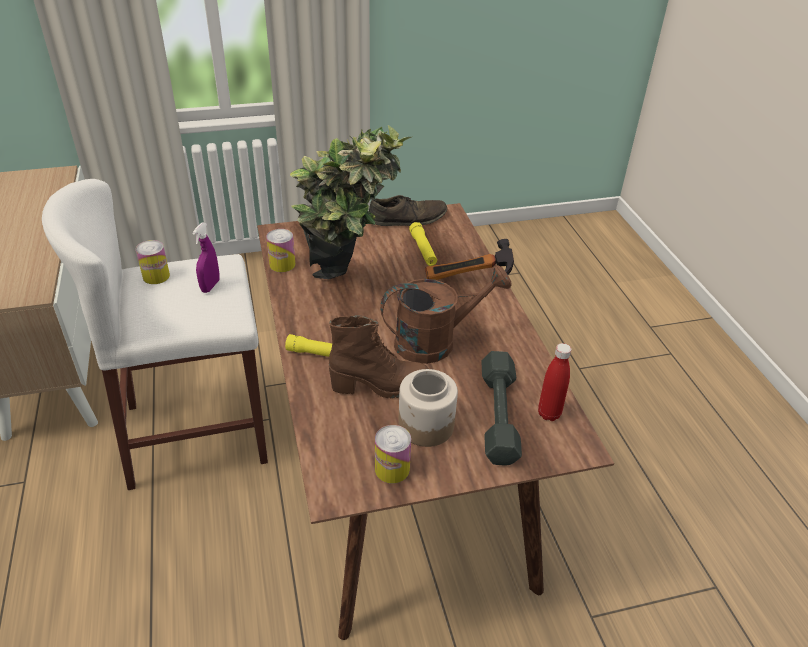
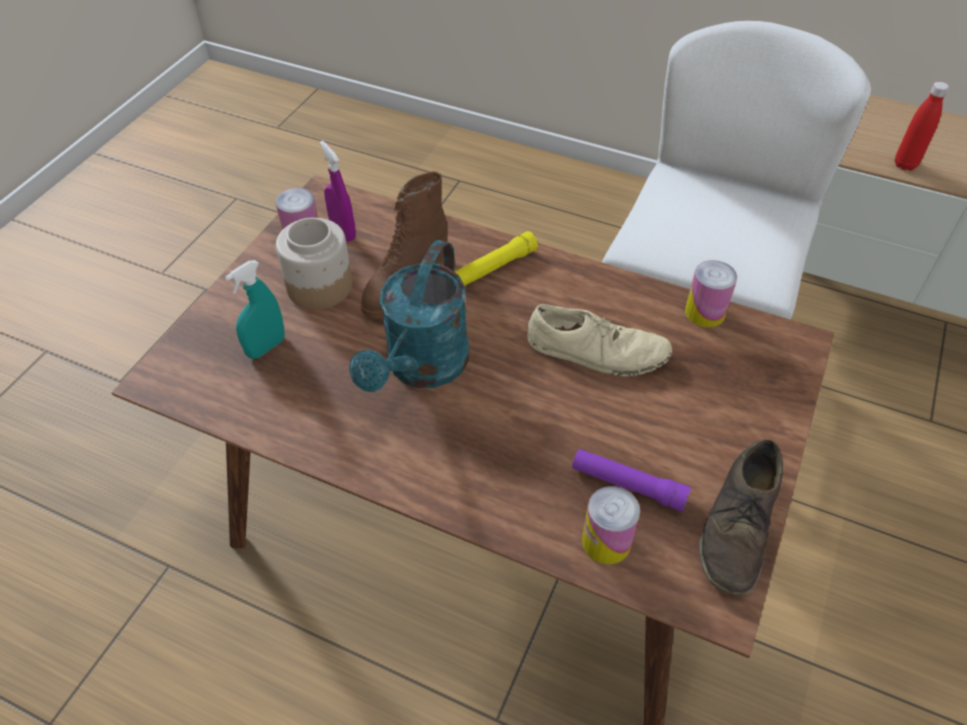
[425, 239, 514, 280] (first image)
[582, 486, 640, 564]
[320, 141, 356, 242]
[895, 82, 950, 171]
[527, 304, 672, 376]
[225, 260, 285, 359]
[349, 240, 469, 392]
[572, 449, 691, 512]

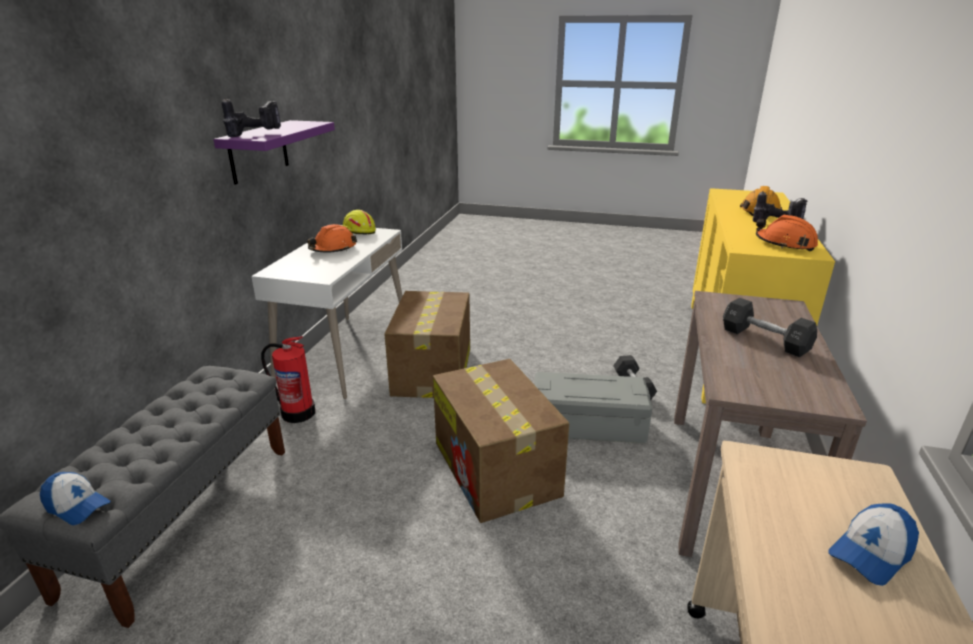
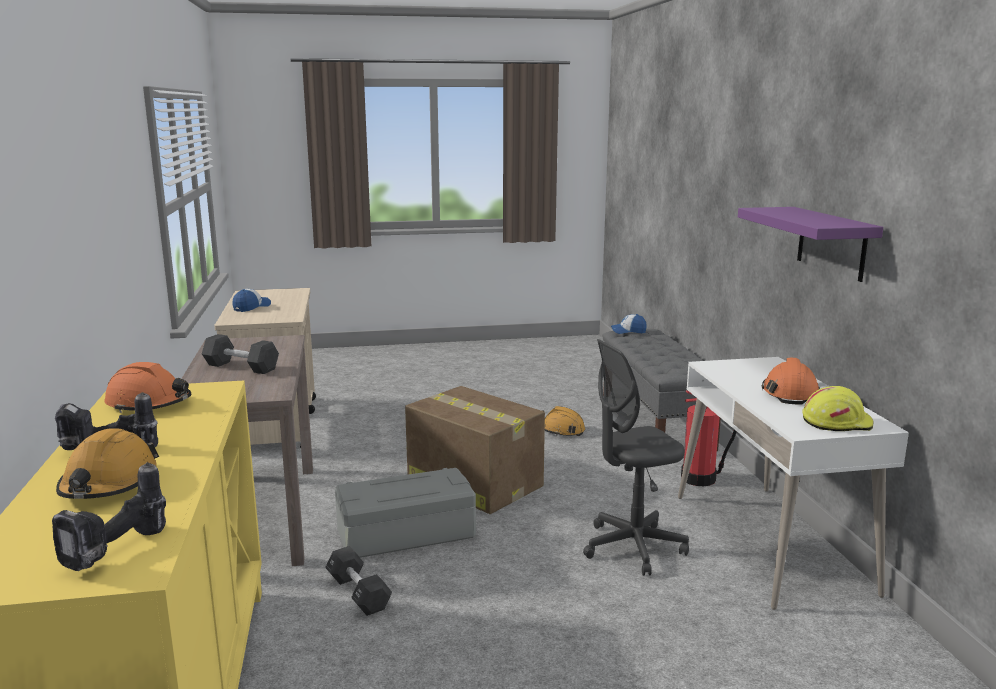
[545, 406, 585, 436]
[52, 462, 166, 571]
[583, 339, 689, 576]

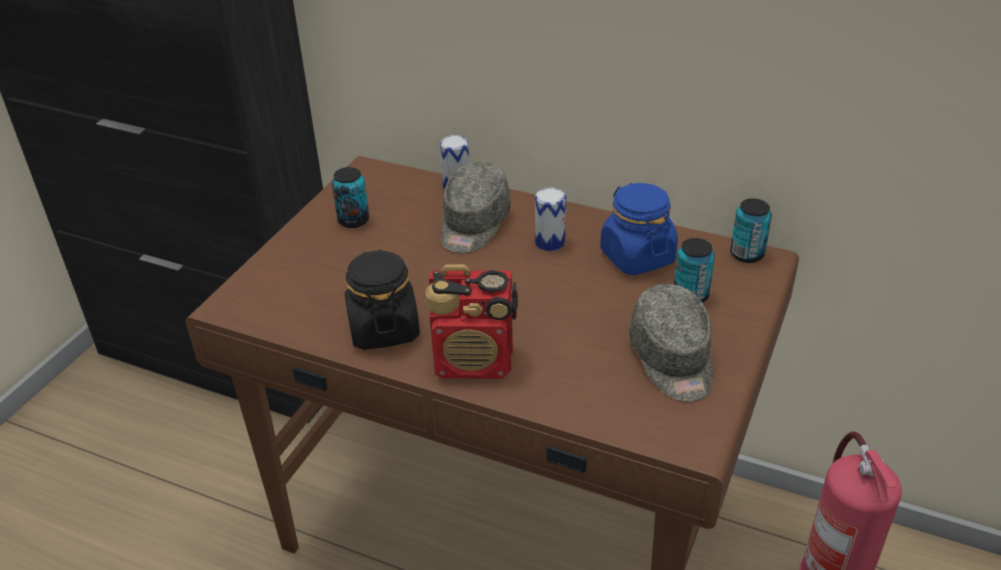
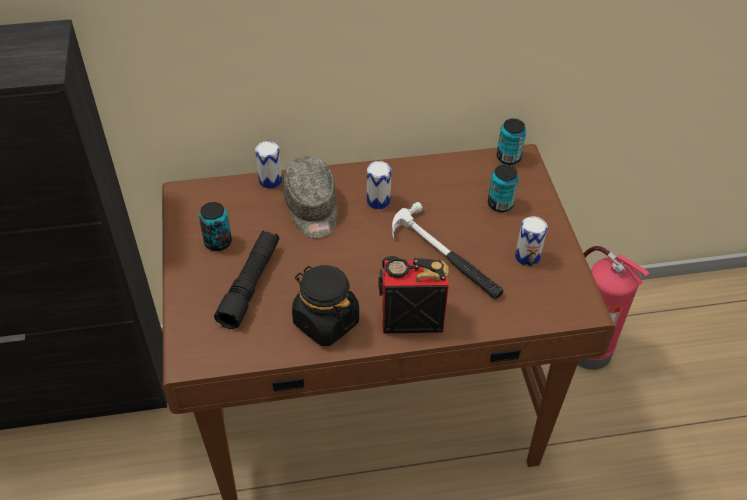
[600, 183, 678, 275] (first image)
[214, 231, 279, 329]
[392, 202, 504, 299]
[515, 216, 548, 266]
[378, 256, 449, 333]

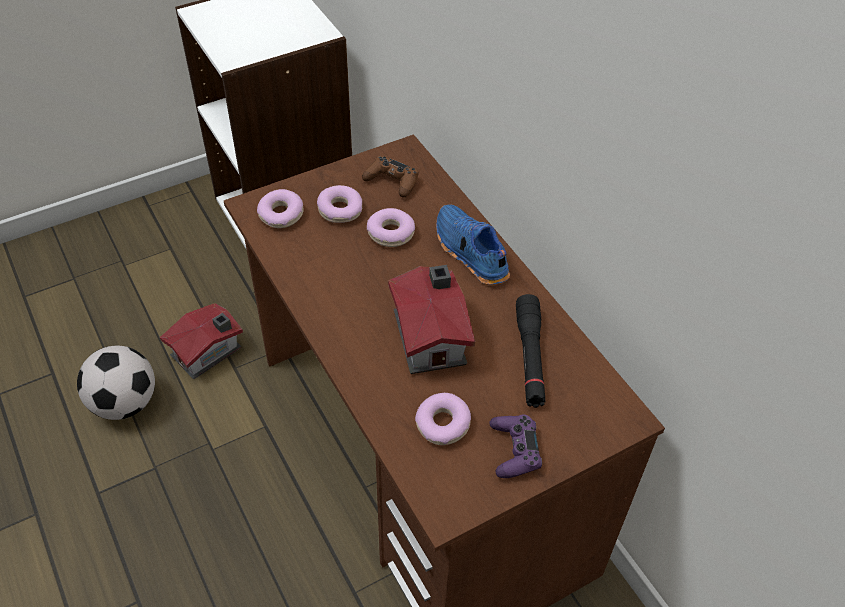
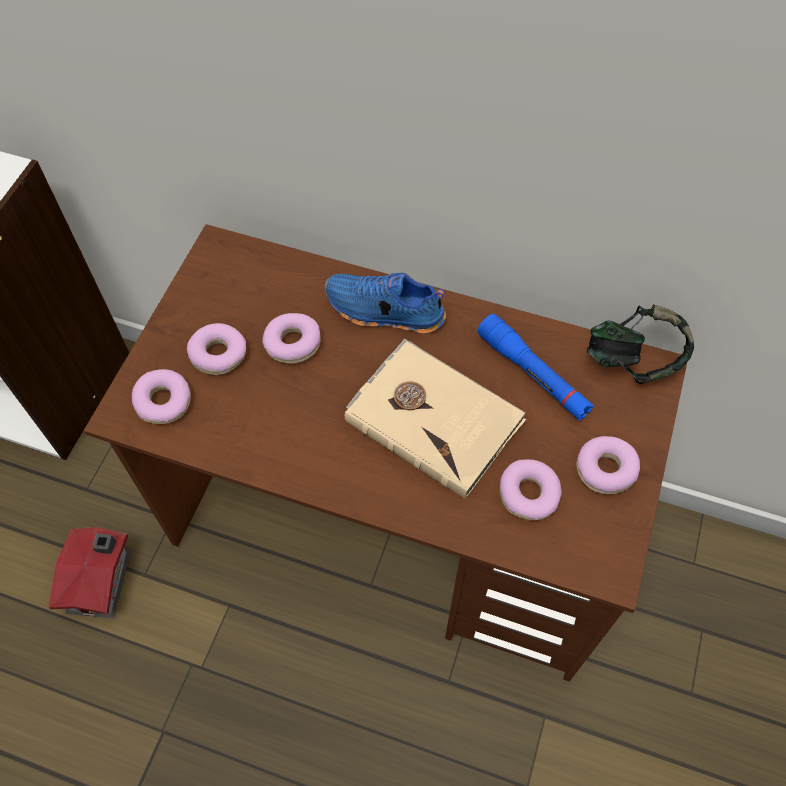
[77, 346, 155, 420] (first image)
[362, 156, 419, 198] (first image)
[587, 304, 694, 384]
[345, 338, 526, 499]
[577, 436, 640, 494]
[477, 314, 594, 421]

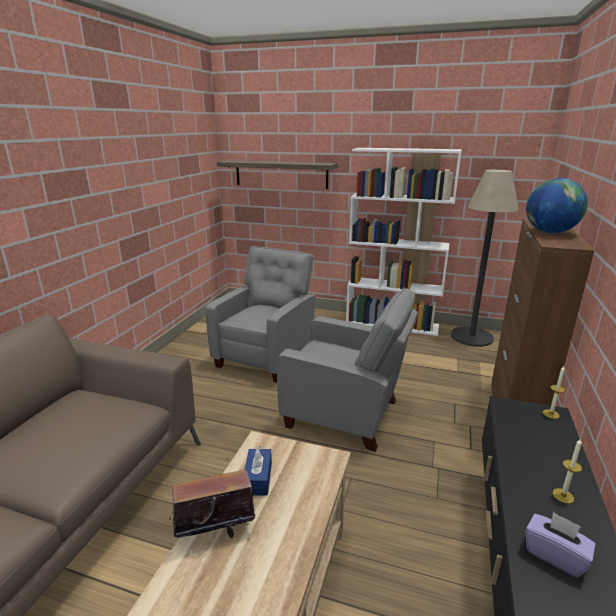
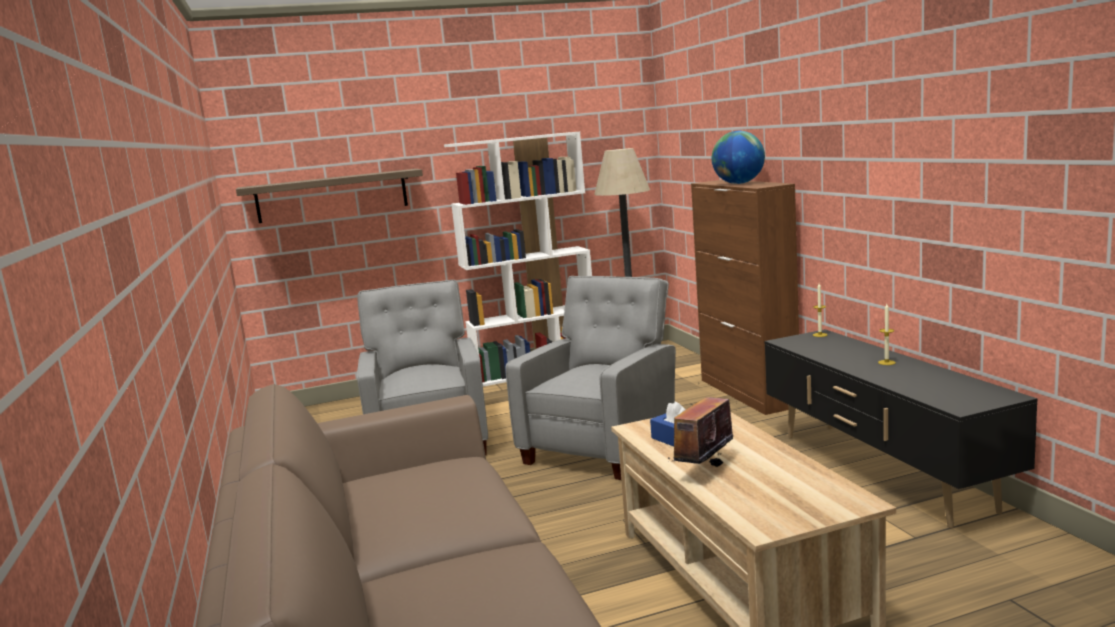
[525, 512, 596, 578] (first image)
[505, 276, 676, 480]

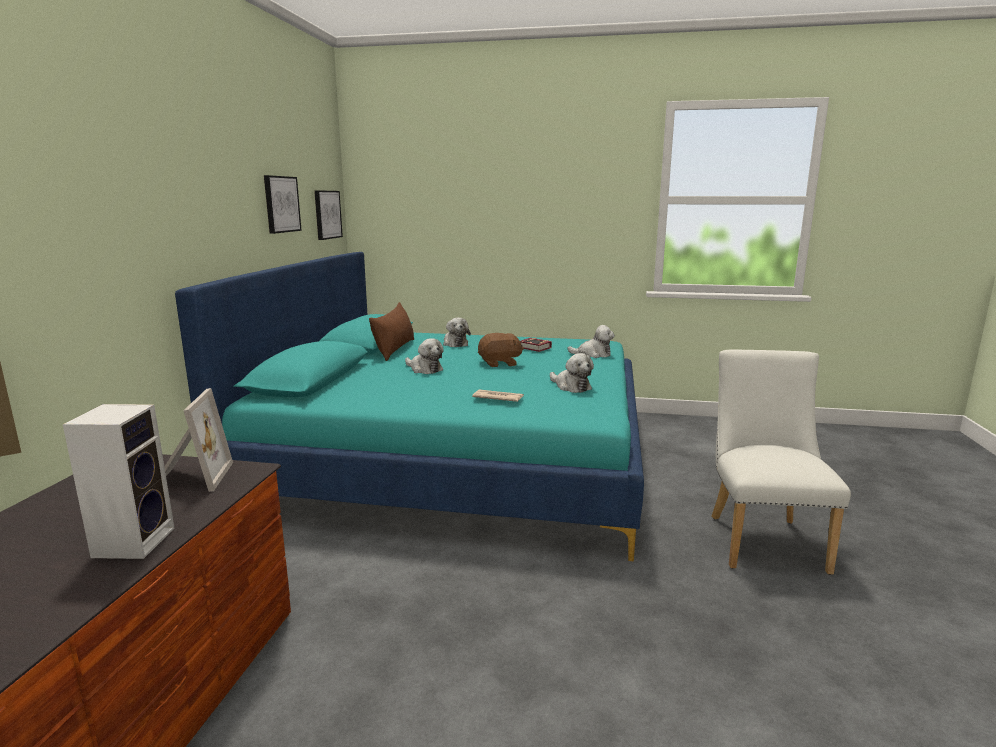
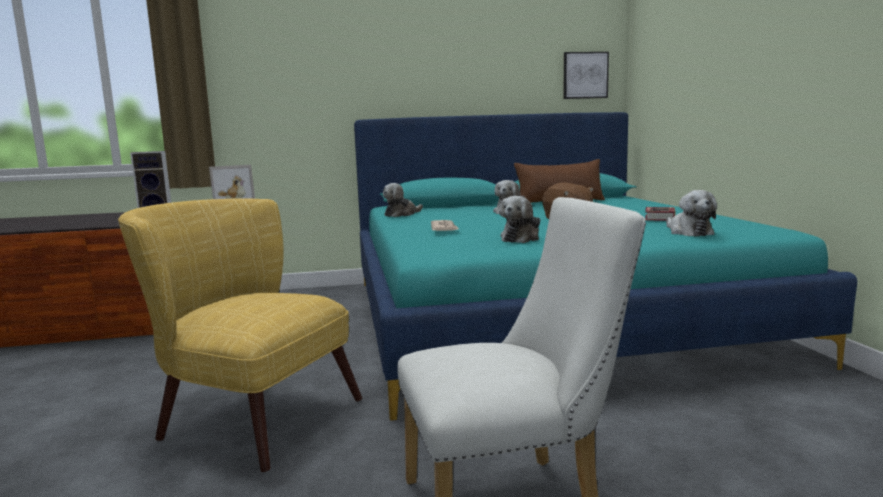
[264, 175, 302, 234] (first image)
[118, 198, 362, 472]
[383, 183, 423, 217]

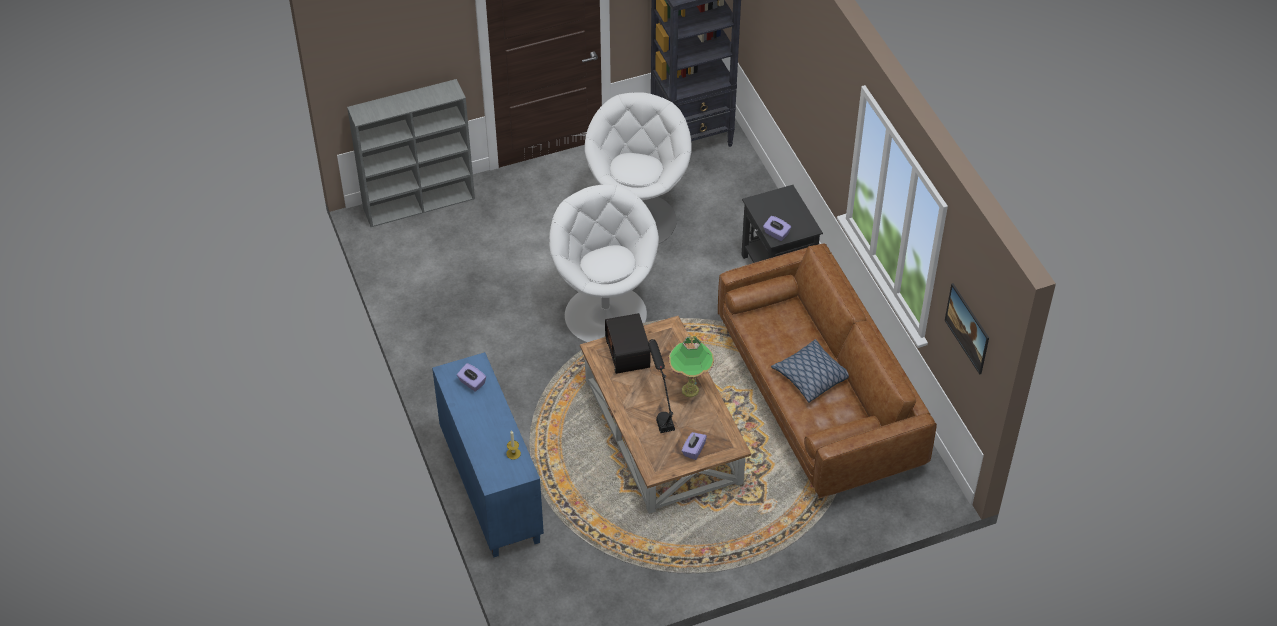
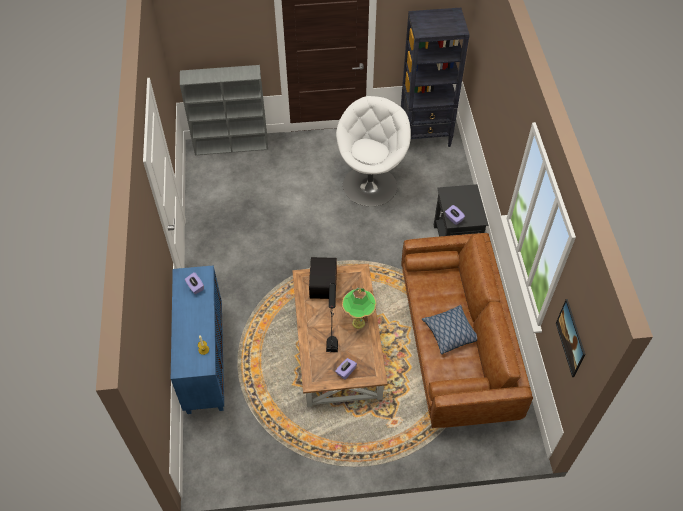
[549, 184, 659, 342] (first image)

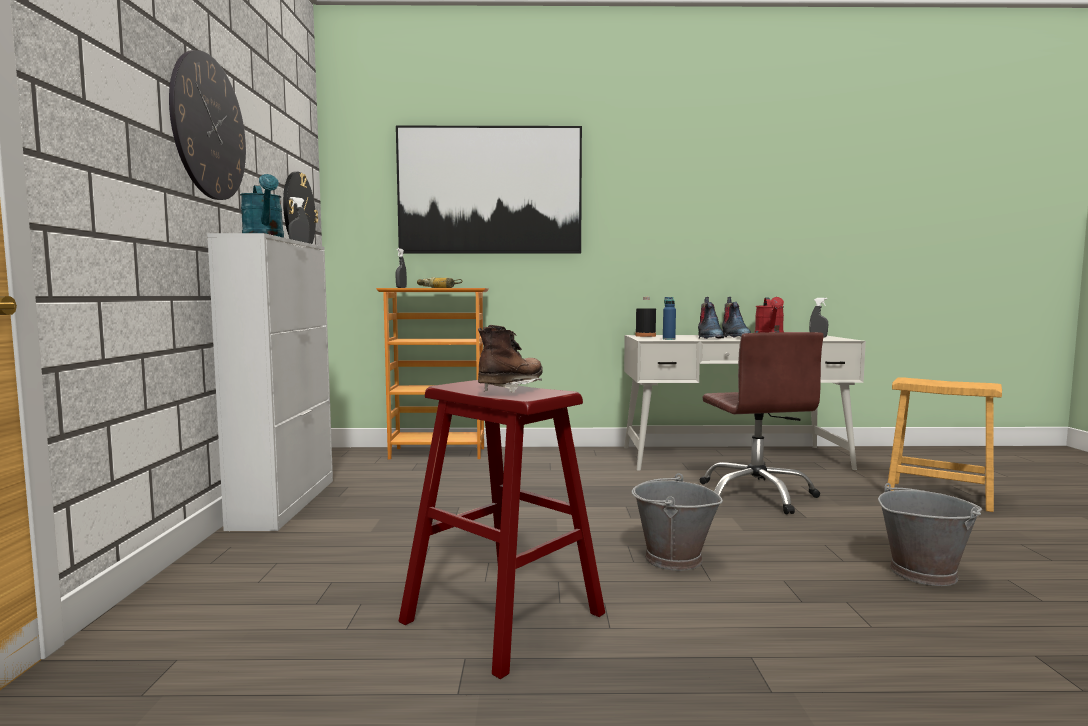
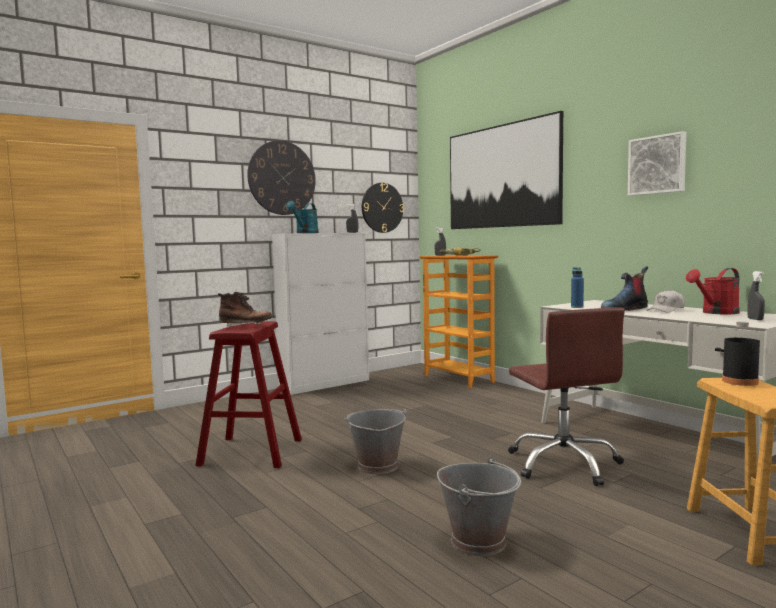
[628, 131, 686, 196]
[722, 321, 760, 386]
[647, 290, 685, 313]
[508, 308, 625, 486]

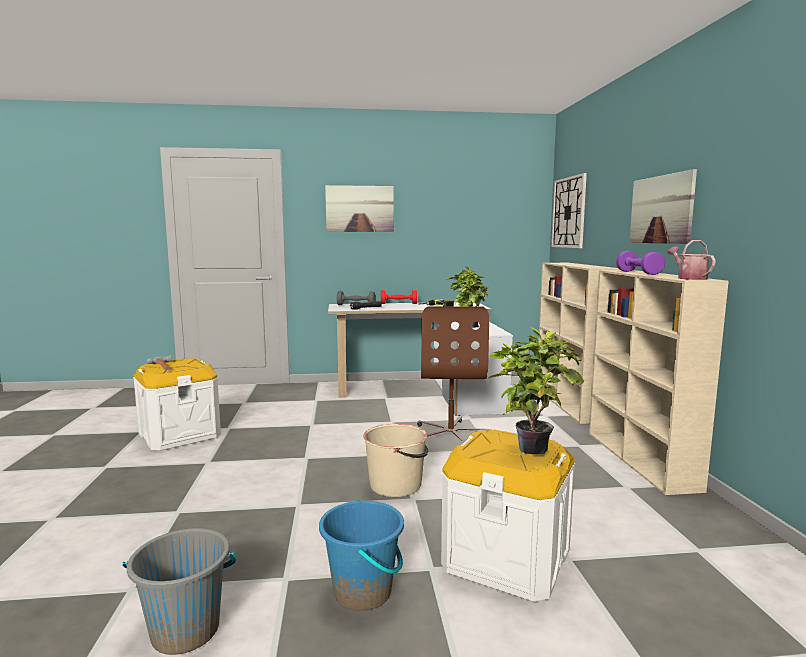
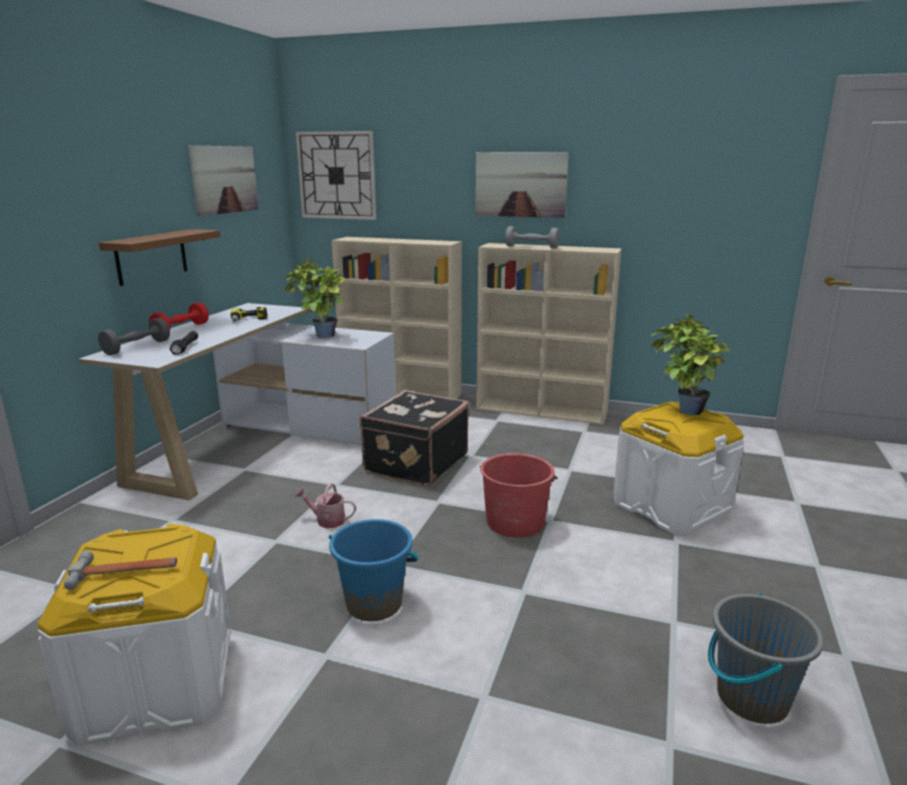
[99, 229, 220, 286]
[329, 519, 418, 621]
[188, 145, 258, 216]
[294, 483, 356, 528]
[359, 390, 469, 486]
[480, 453, 558, 538]
[505, 226, 559, 248]

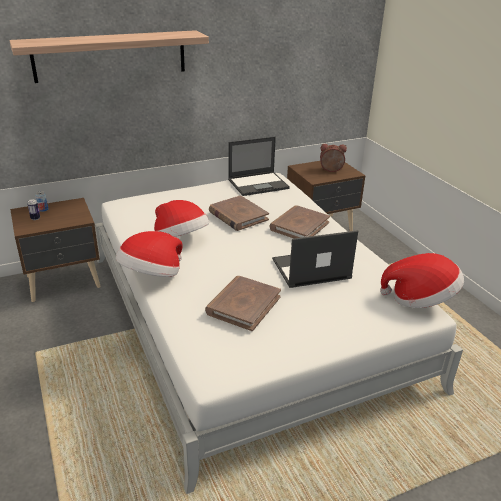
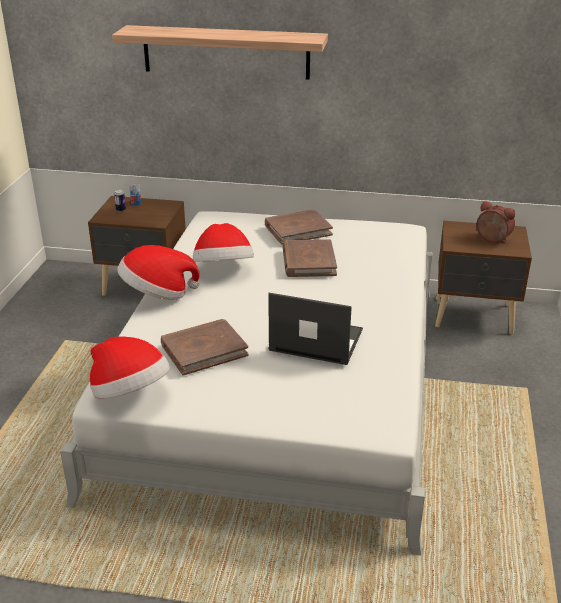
[228, 137, 290, 196] (first image)
[265, 209, 333, 245]
[90, 337, 170, 399]

